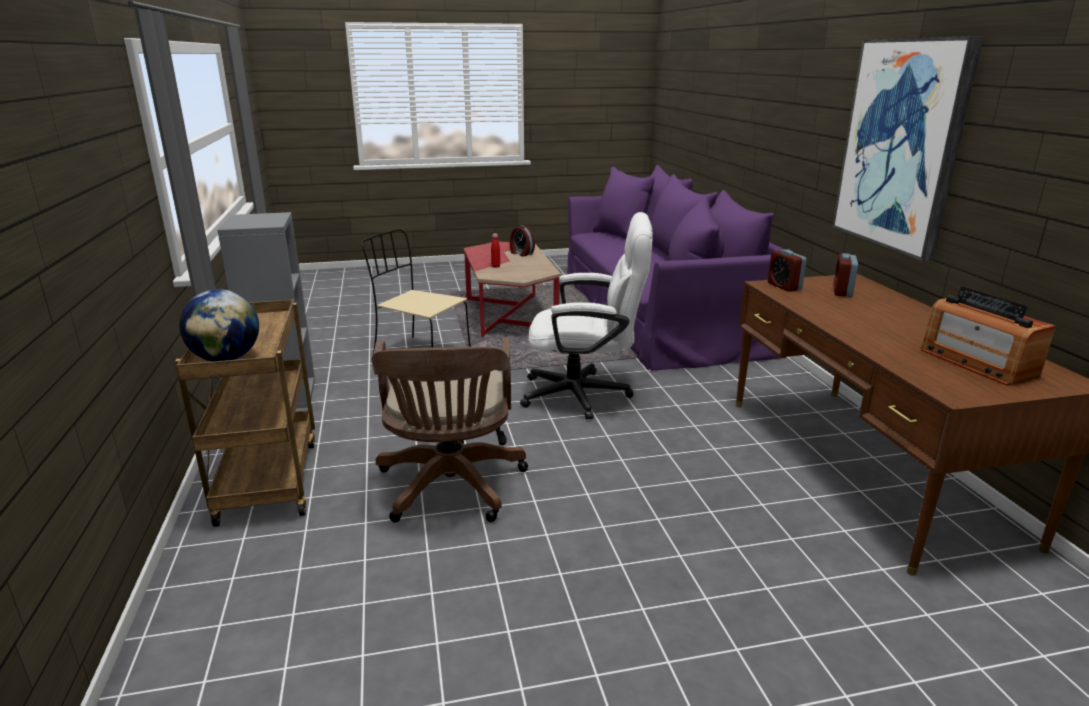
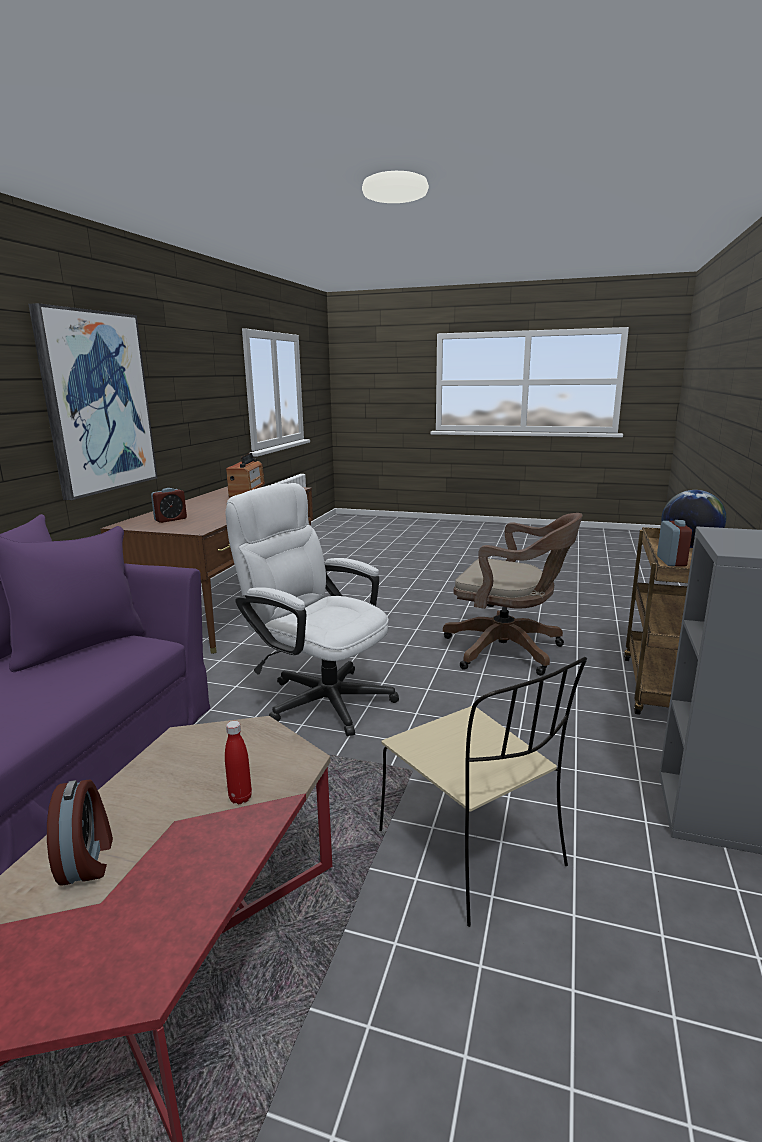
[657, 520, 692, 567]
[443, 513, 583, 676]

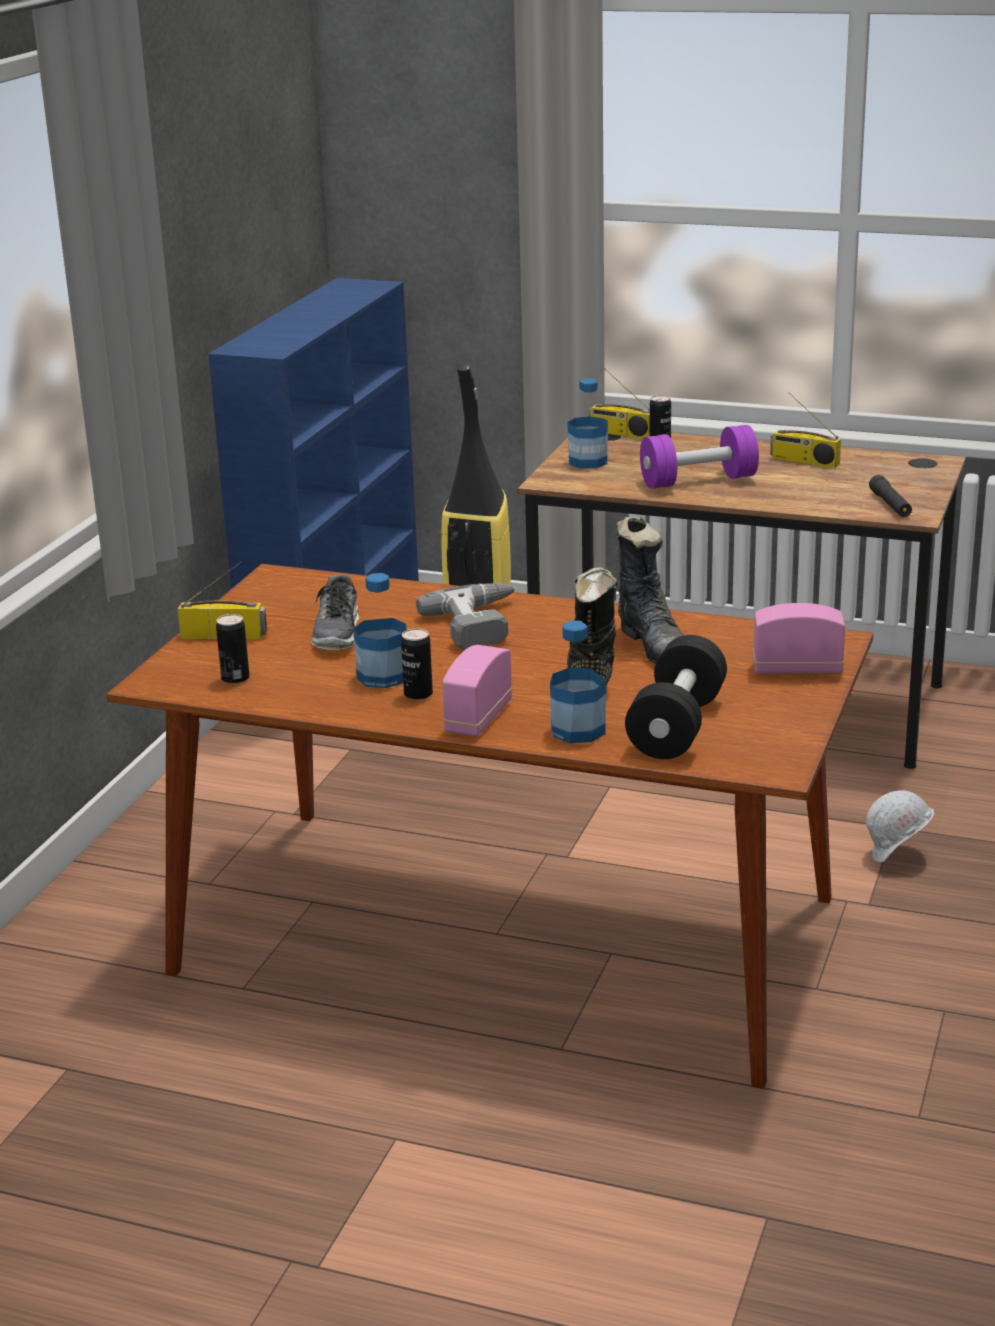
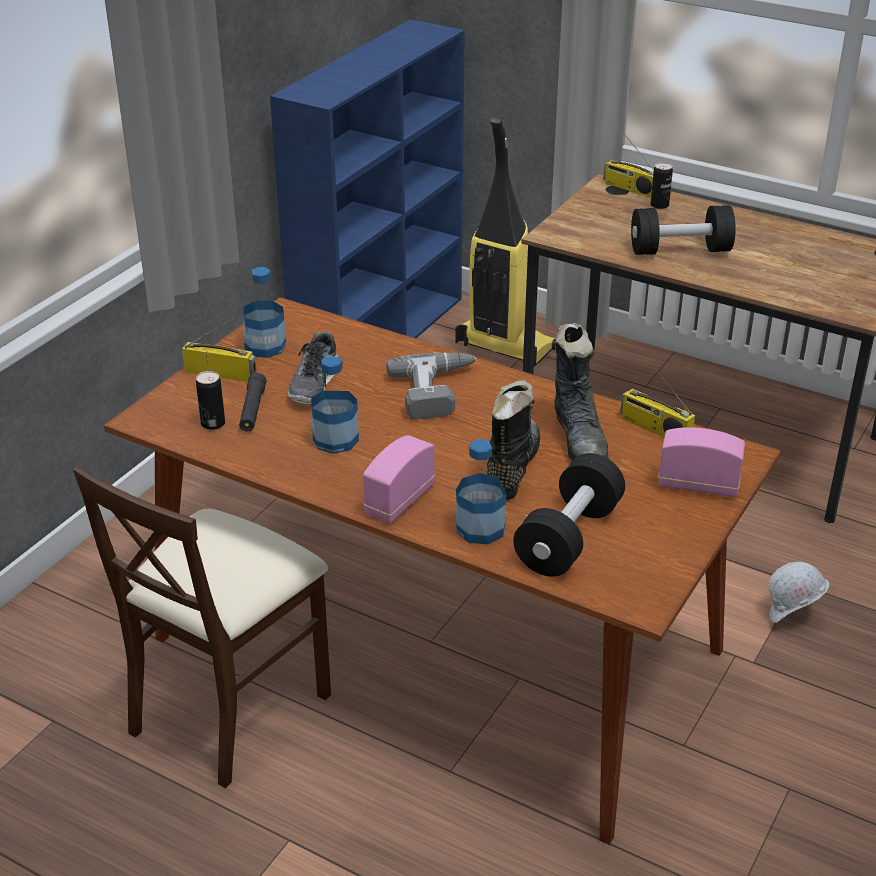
[401, 628, 433, 700] (first image)
[73, 466, 331, 788]
[243, 267, 286, 358]
[620, 355, 695, 437]
[239, 373, 266, 432]
[631, 205, 736, 255]

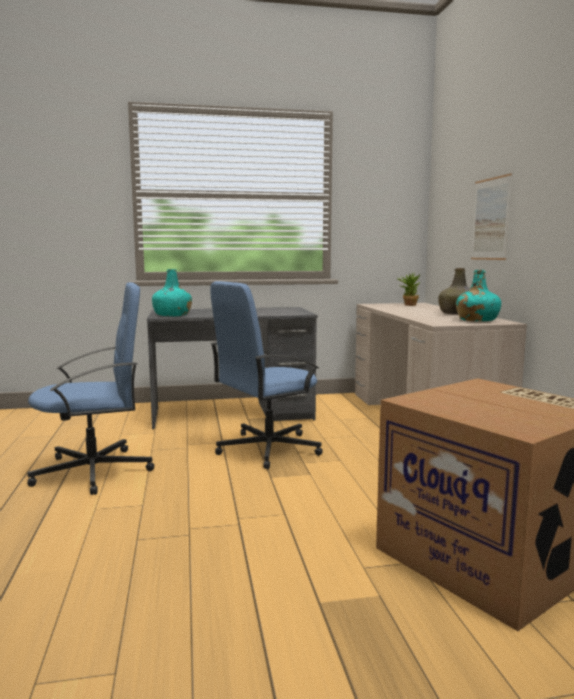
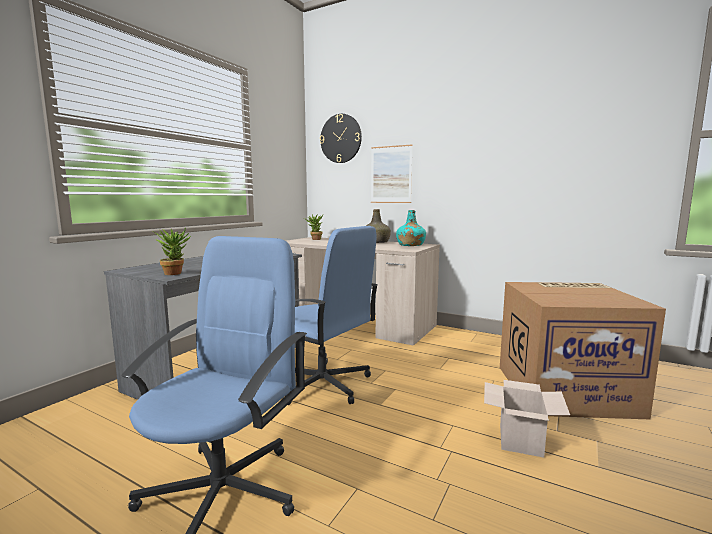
[320, 114, 362, 163]
[484, 380, 570, 458]
[152, 228, 191, 275]
[288, 226, 378, 405]

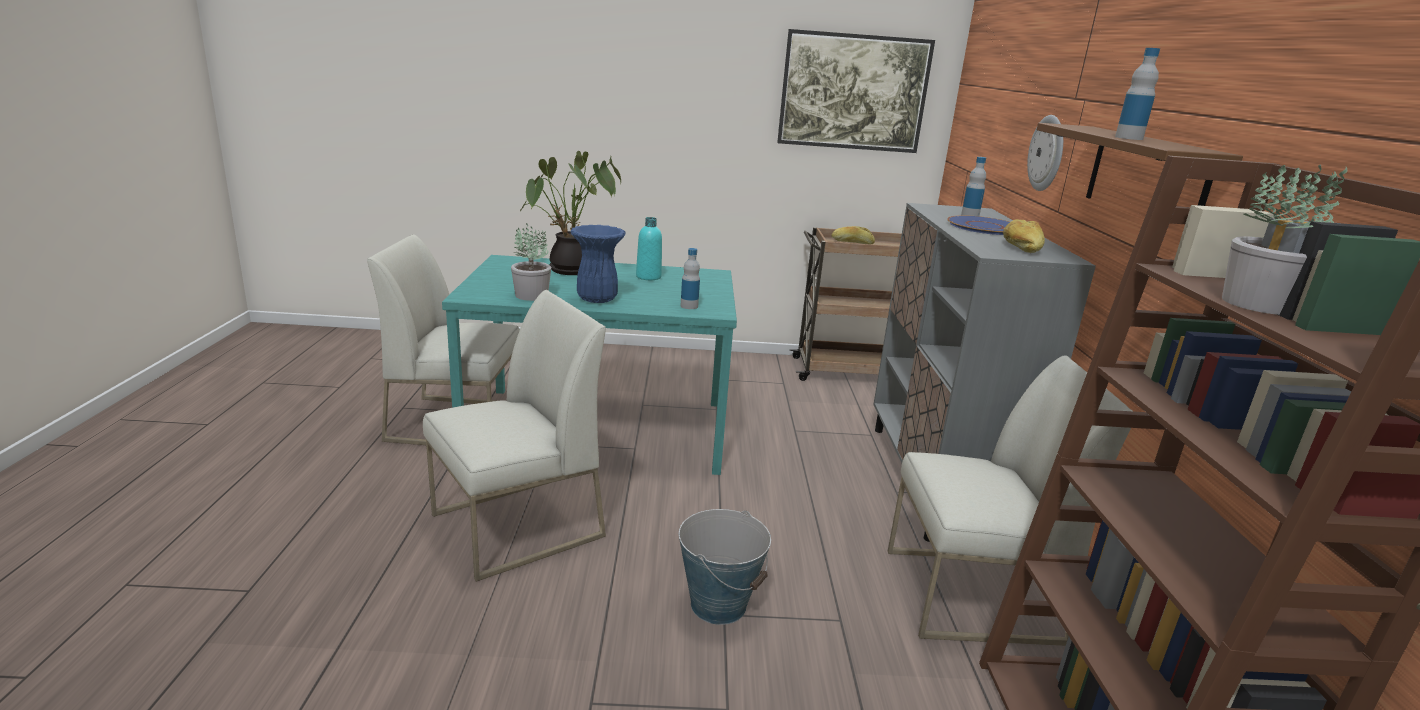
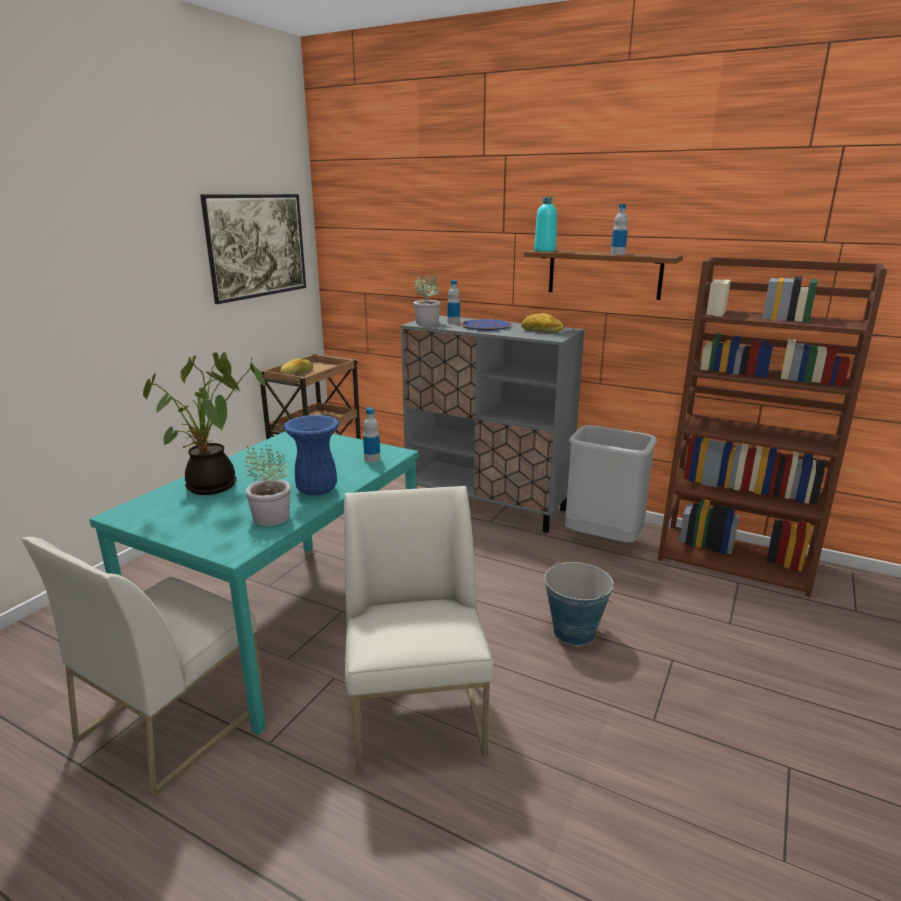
[1027, 115, 1063, 191] (first image)
[534, 197, 557, 252]
[413, 273, 441, 326]
[565, 425, 657, 543]

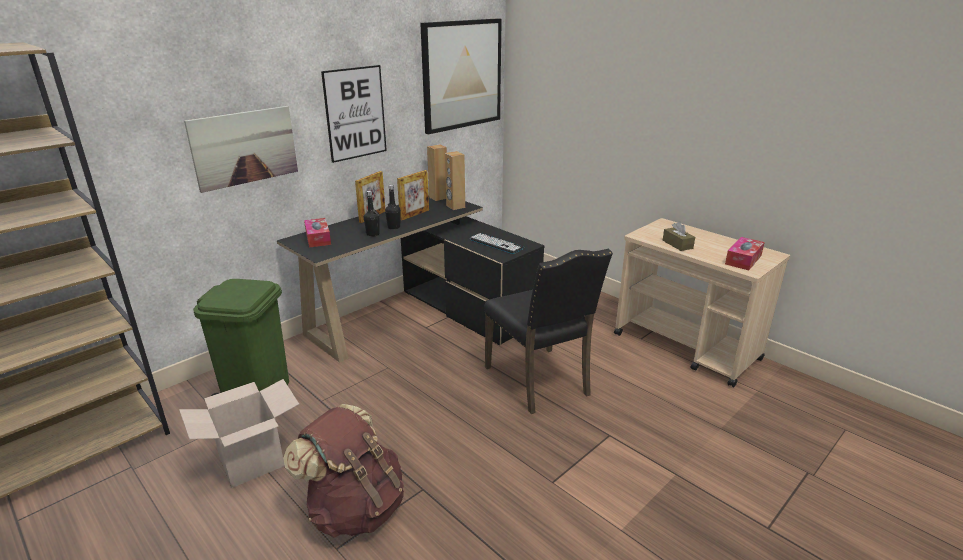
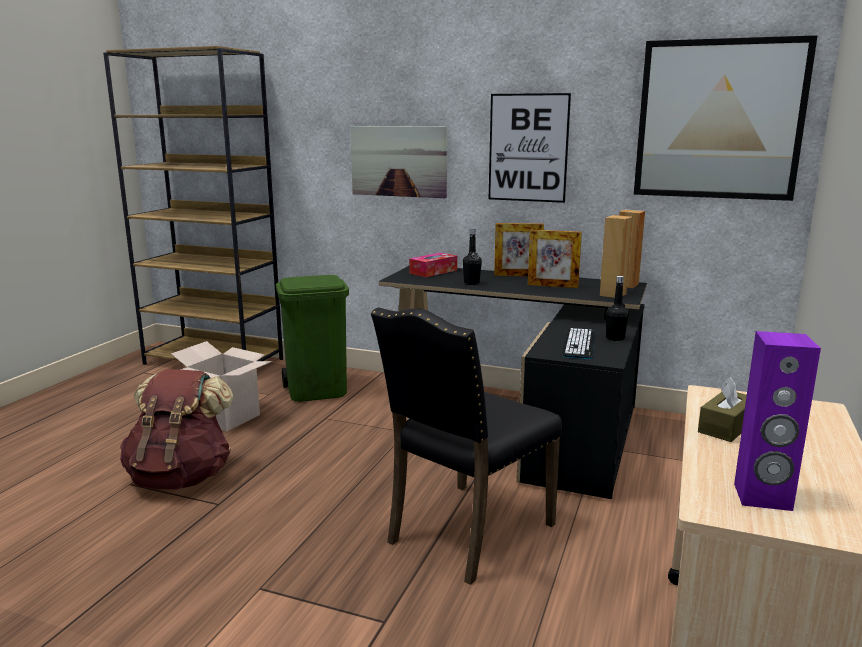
[606, 276, 629, 341]
[734, 331, 821, 511]

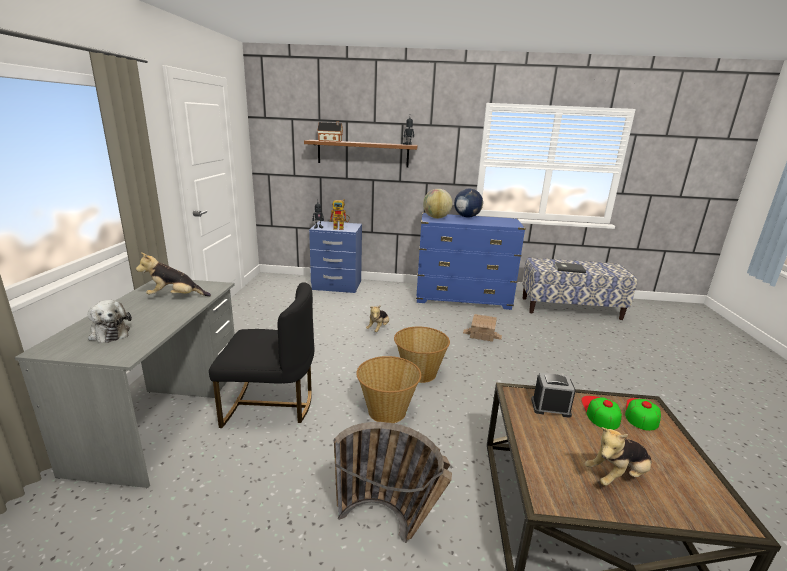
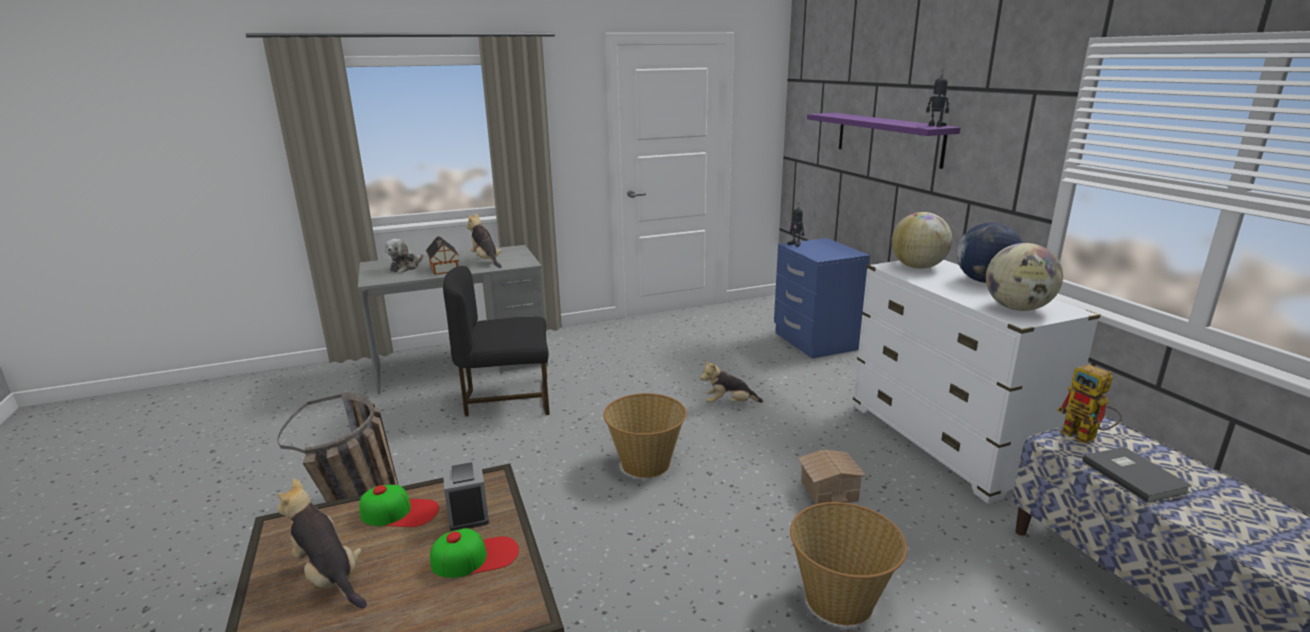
[986, 243, 1063, 311]
[426, 236, 459, 275]
[1057, 364, 1122, 444]
[790, 502, 907, 625]
[359, 484, 439, 527]
[807, 113, 960, 169]
[853, 260, 1101, 504]
[443, 266, 549, 417]

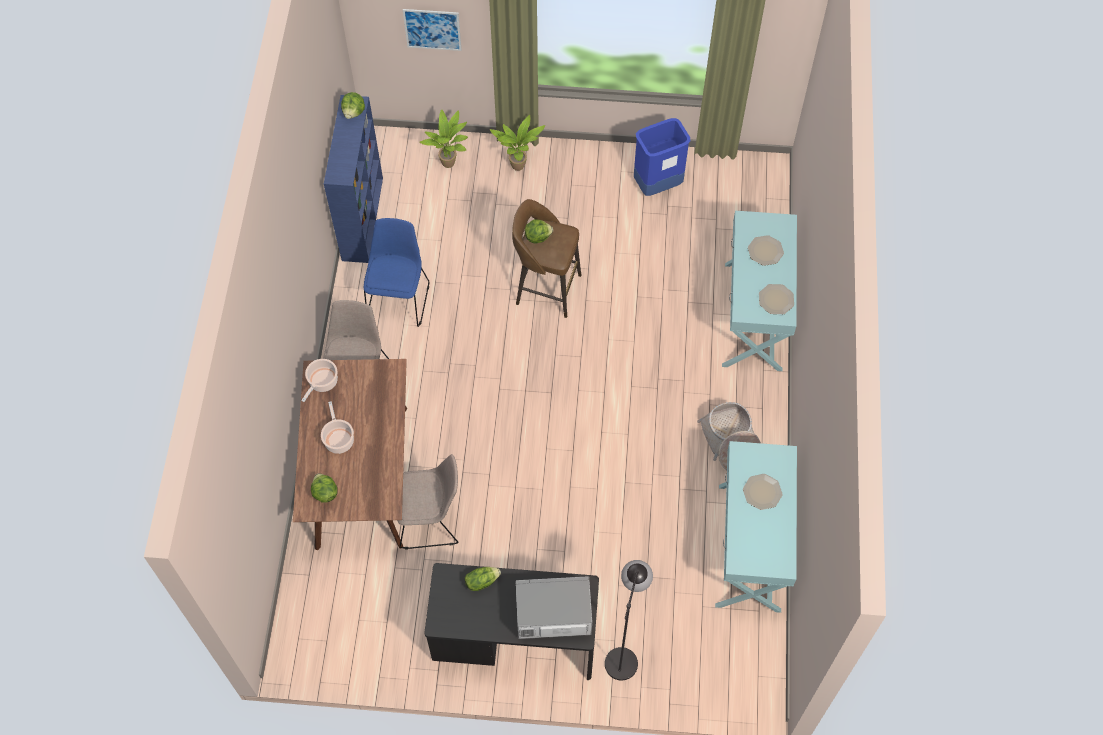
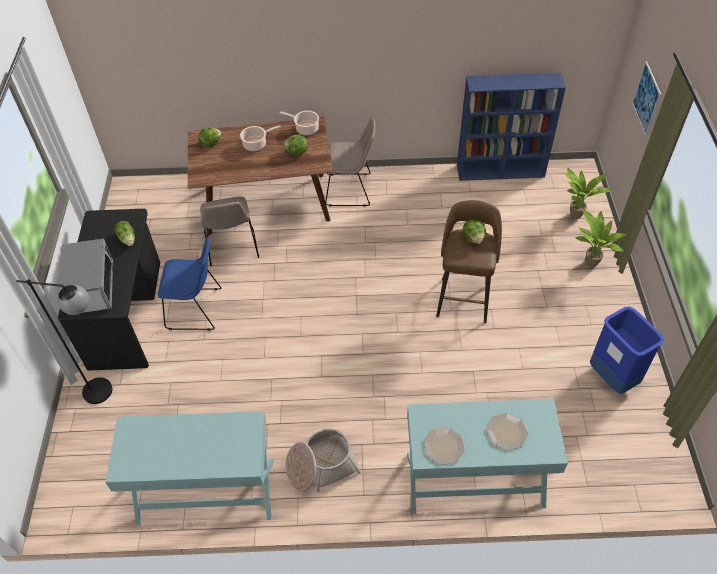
[743, 474, 783, 510] (first image)
[283, 135, 308, 155]
[158, 237, 221, 331]

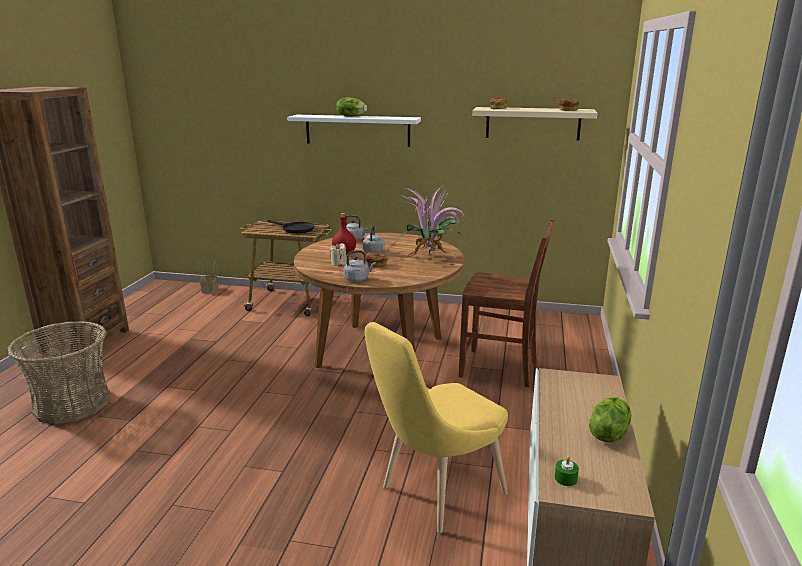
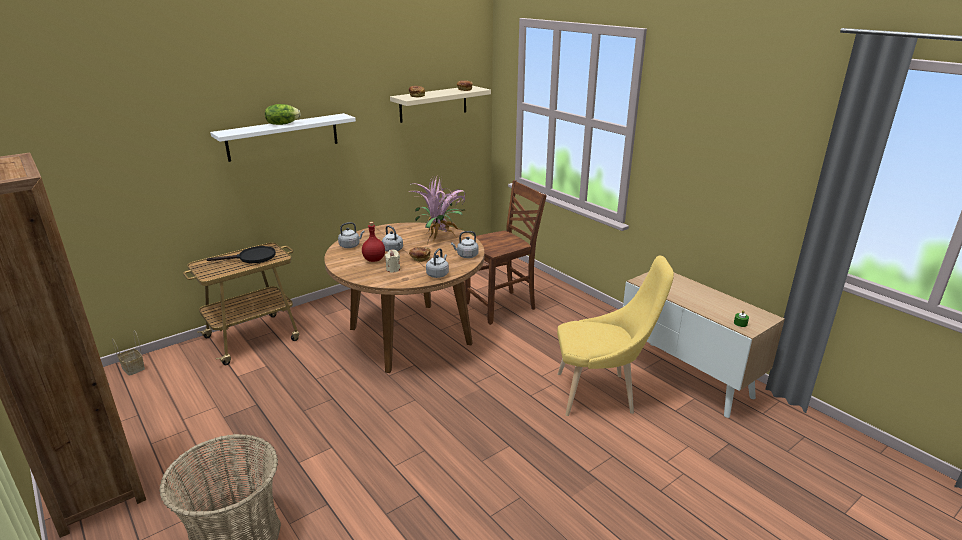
[589, 397, 631, 442] (first image)
[451, 231, 479, 258]
[557, 255, 674, 416]

